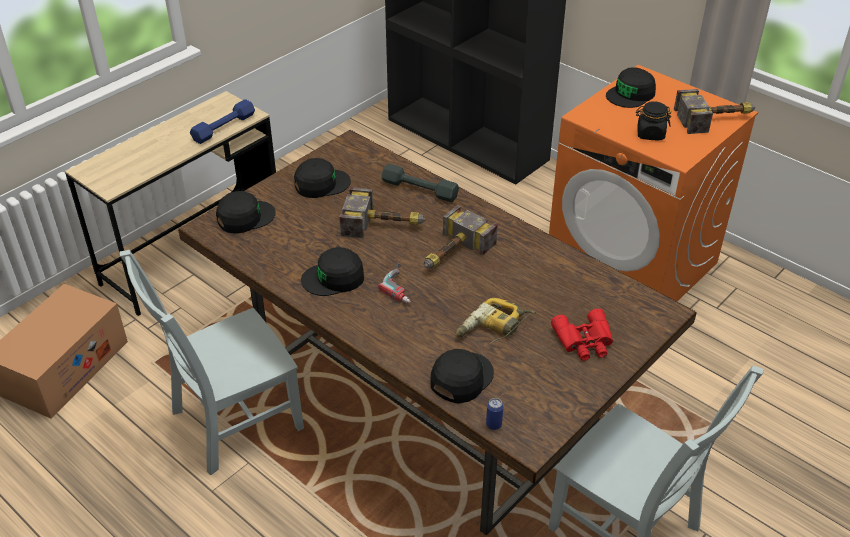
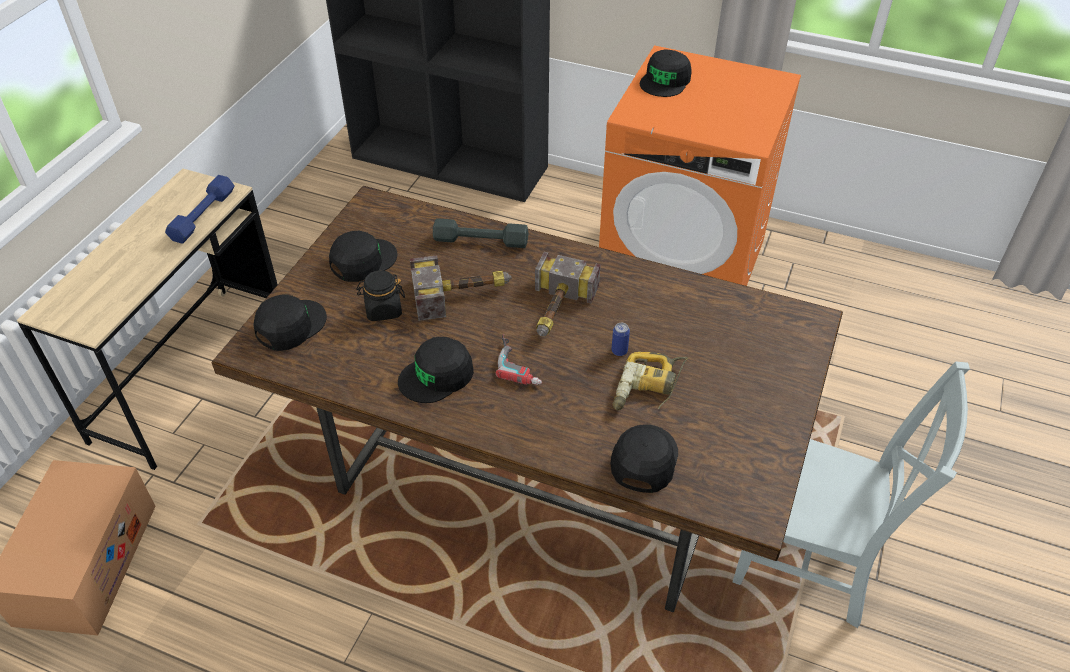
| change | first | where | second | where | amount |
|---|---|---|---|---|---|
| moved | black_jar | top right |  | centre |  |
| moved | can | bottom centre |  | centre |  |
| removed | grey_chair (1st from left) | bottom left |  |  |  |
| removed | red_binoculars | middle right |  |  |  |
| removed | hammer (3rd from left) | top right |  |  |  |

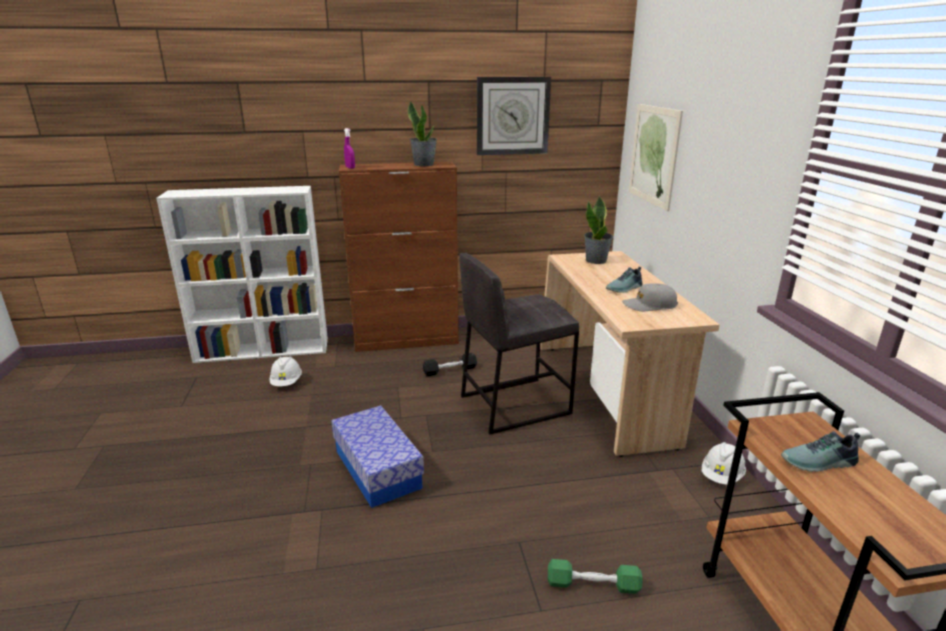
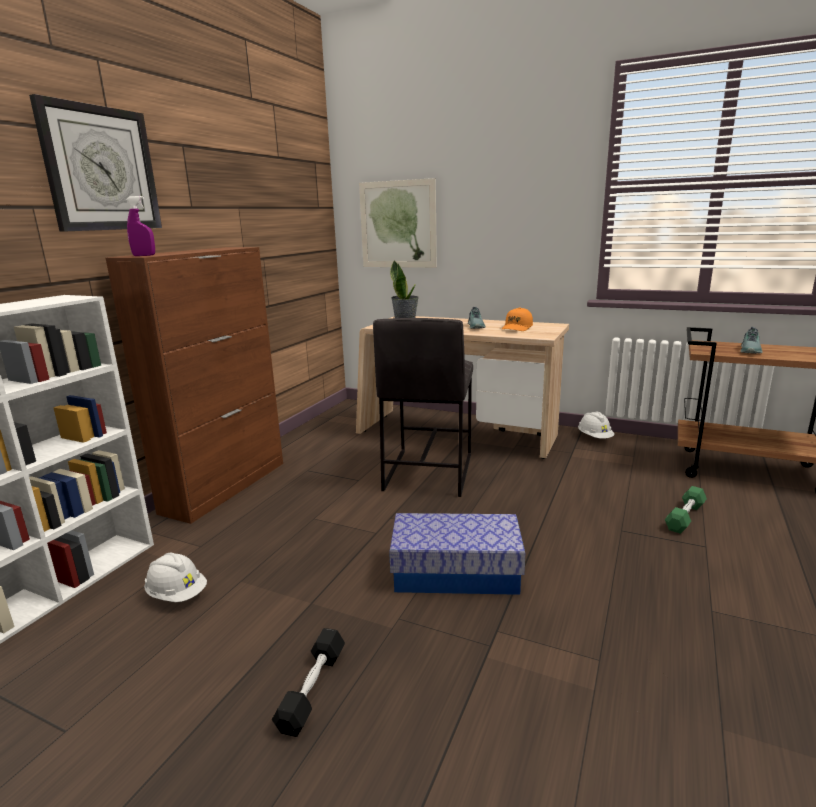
| change | first | where | second | where | amount |
|---|---|---|---|---|---|
| moved | wall_clock | top centre |  | top left |  |
| moved | black_dumbbell | centre |  | bottom centre |  |
| recoloured | grey_cap | middle right | orange_cap | centre |  |
| removed | potted_plant (1st from left) | top centre |  |  |  |

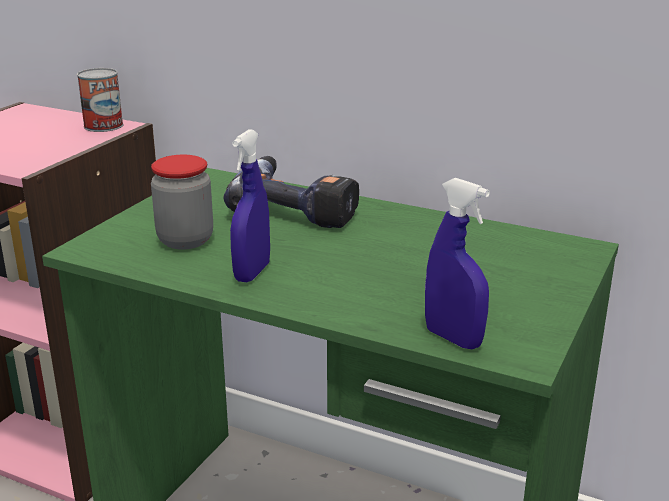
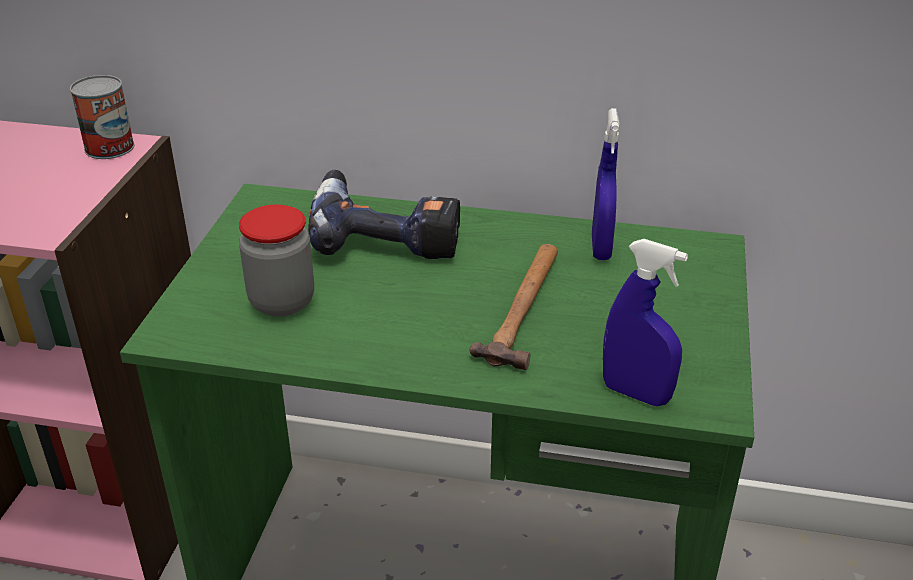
| change | first | where | second | where | amount |
|---|---|---|---|---|---|
| added |  |  | hammer | centre |  |
| moved | blue_spray_bottle (1st from left) | centre |  | top centre |  |

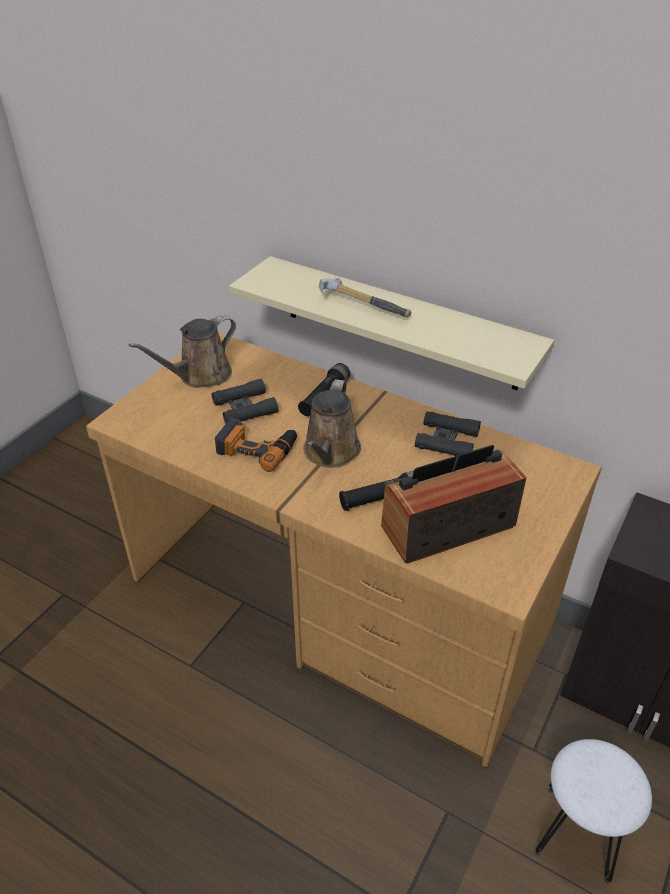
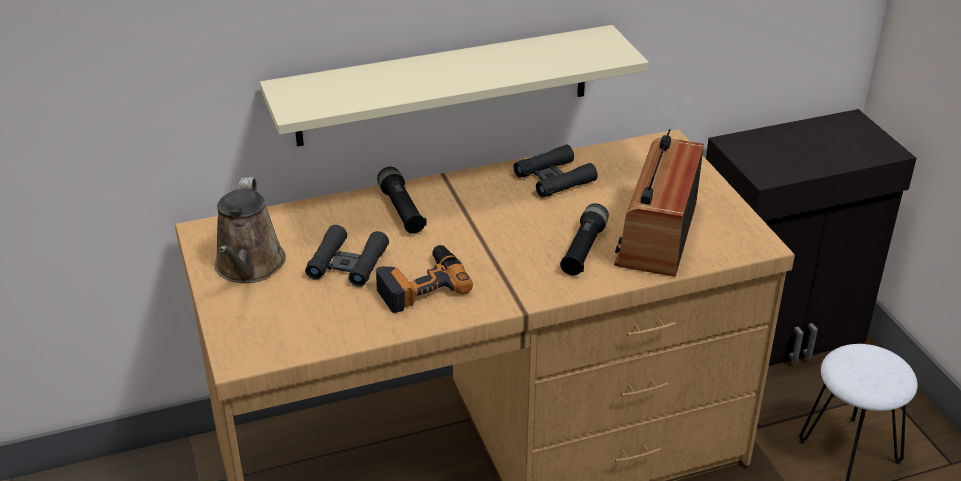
| change | first | where | second | where | amount |
|---|---|---|---|---|---|
| removed | brown_watering_can (2nd from left) | centre |  |  |  |
| removed | hammer | top centre |  |  |  |

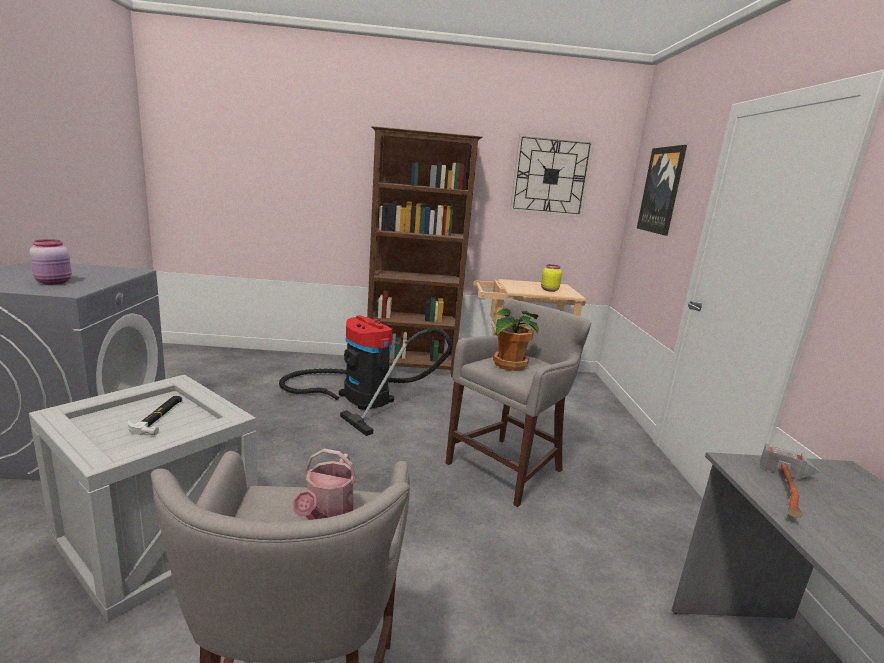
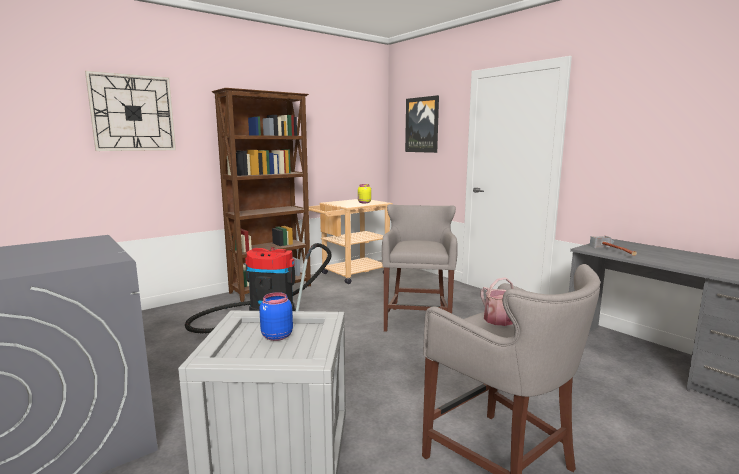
| change | first | where | second | where | amount |
|---|---|---|---|---|---|
| moved | wall_clock | top centre |  | top left |  |
| replaced | hammer (1st from left) | middle left | blue_jar | bottom centre |  |
| removed | pink_jar | middle left |  |  |  |
| removed | potted_plant | centre |  |  |  |

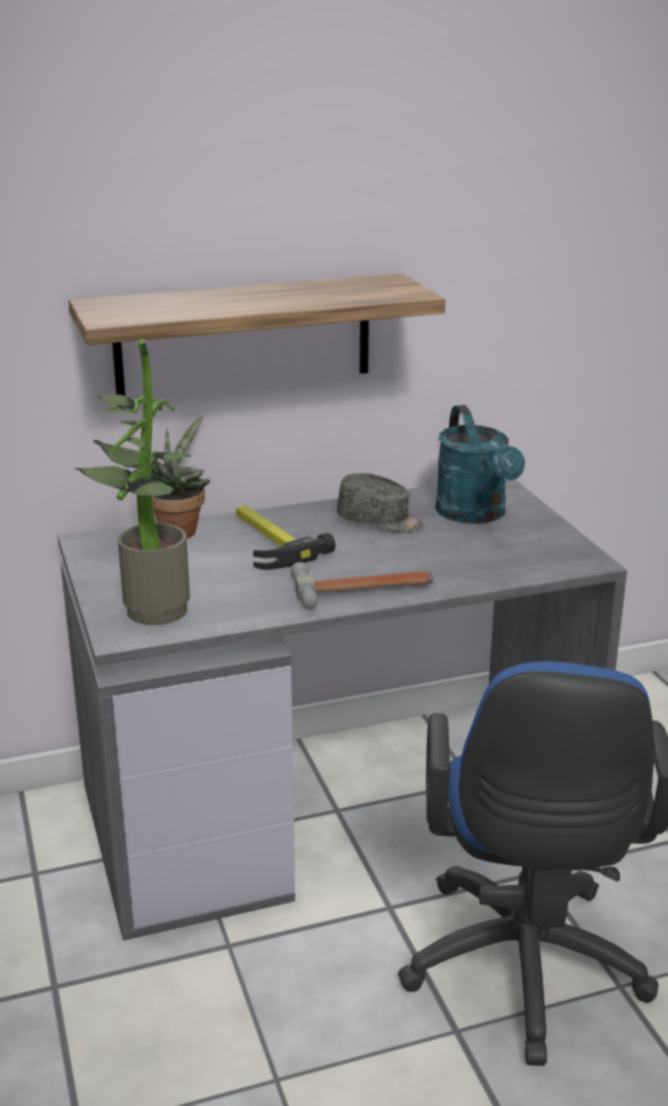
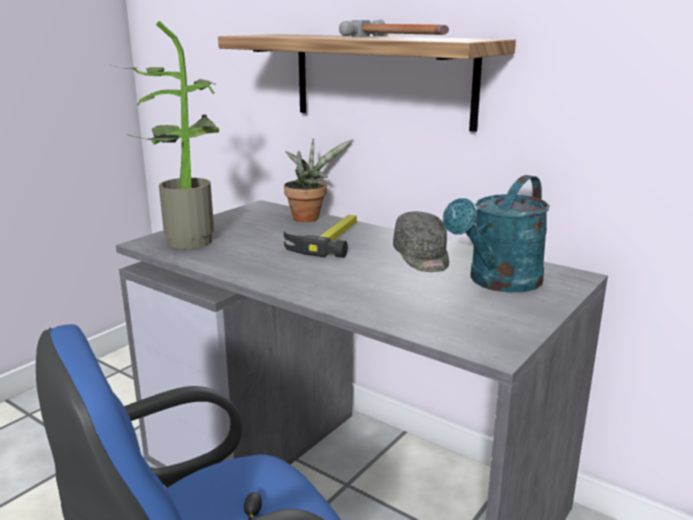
| change | first | where | second | where | amount |
|---|---|---|---|---|---|
| moved | hammer (2nd from left) | centre |  | top centre |  |

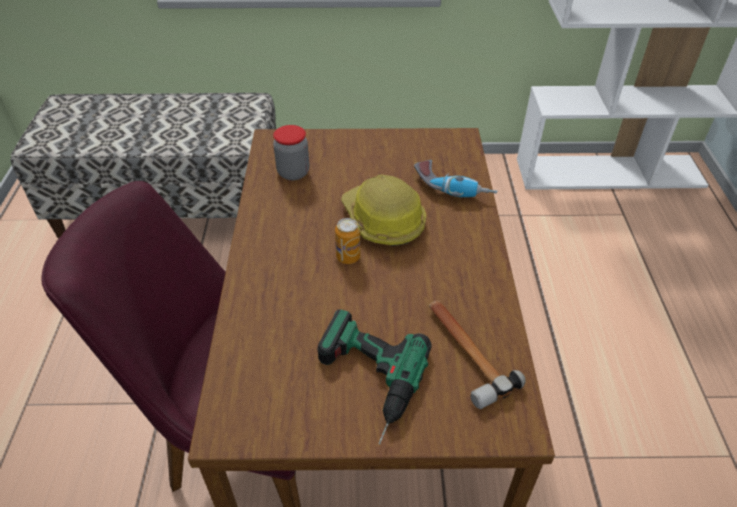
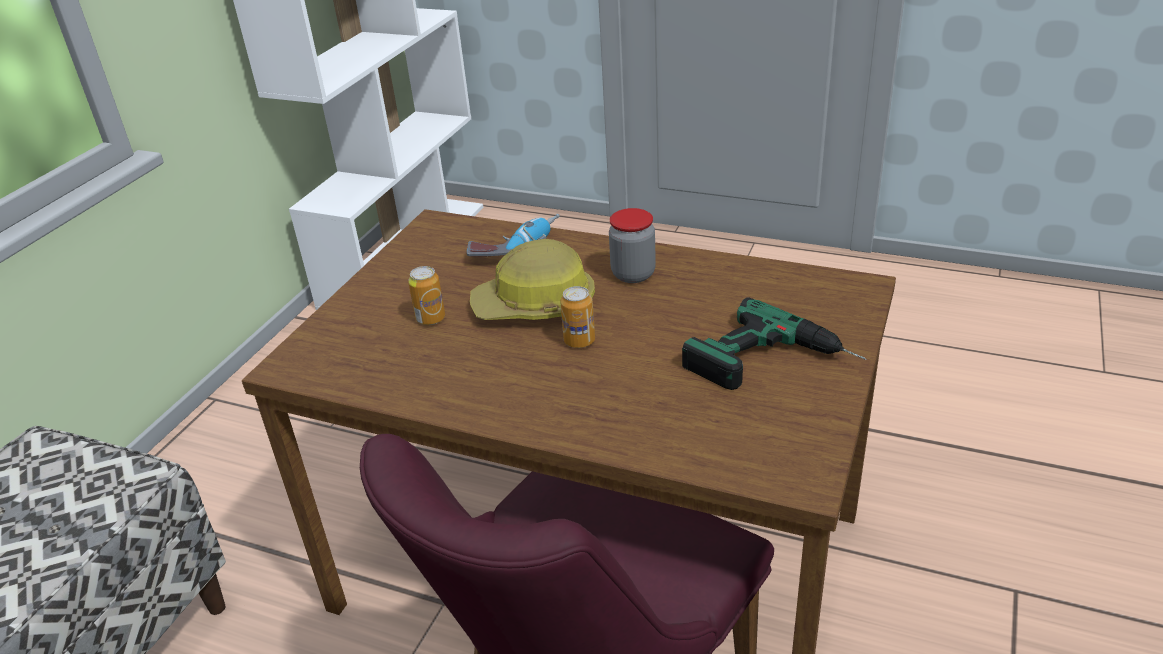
| change | first | where | second | where | amount |
|---|---|---|---|---|---|
| added |  |  | can (1st from left) | centre |  |
| moved | jar | top centre |  | centre |  |
| removed | hammer | bottom centre |  |  |  |

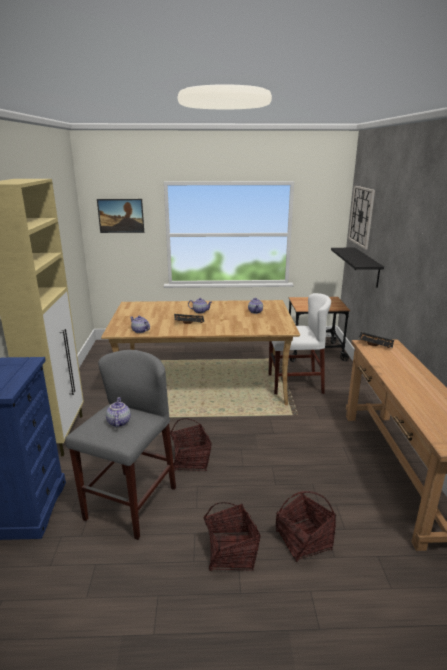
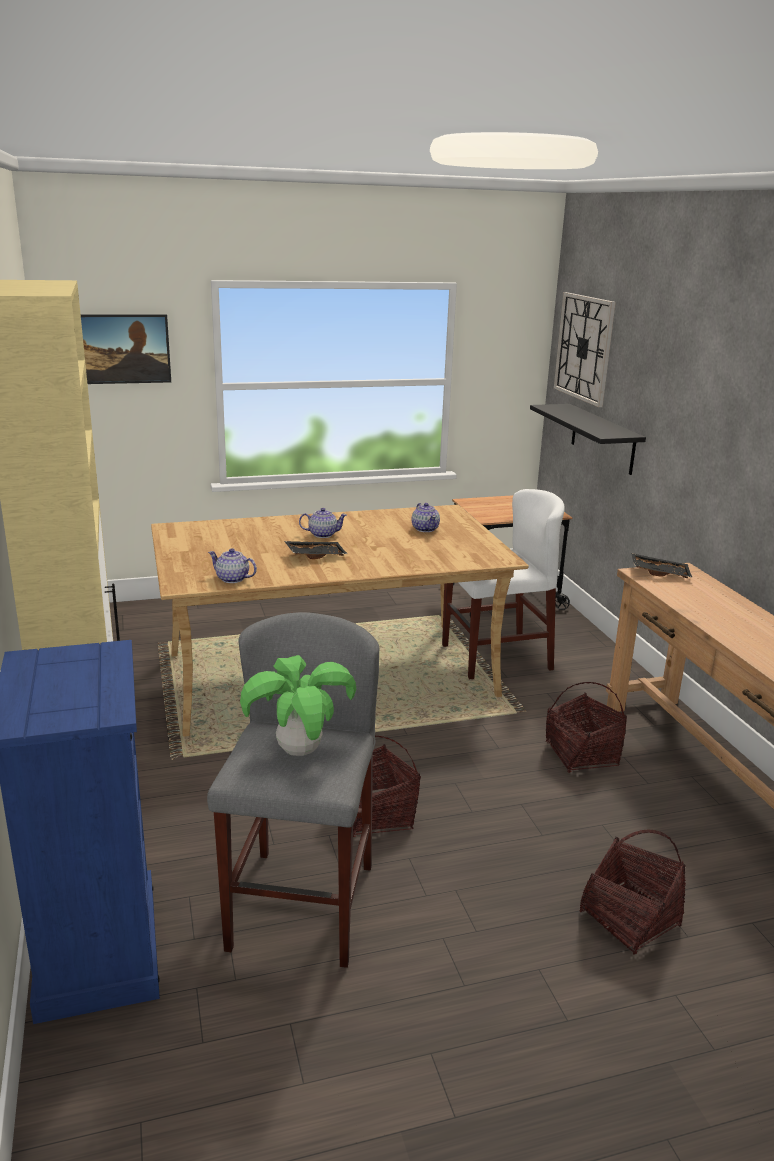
| change | first | where | second | where | amount |
|---|---|---|---|---|---|
| replaced | teapot (1st from left) | middle left | potted_plant | centre |  |
| moved | basket (2nd from left) | bottom centre |  | middle right |  |

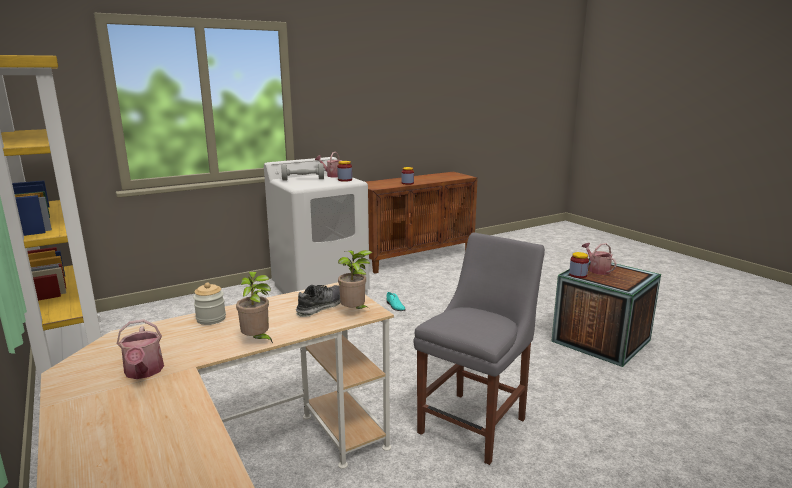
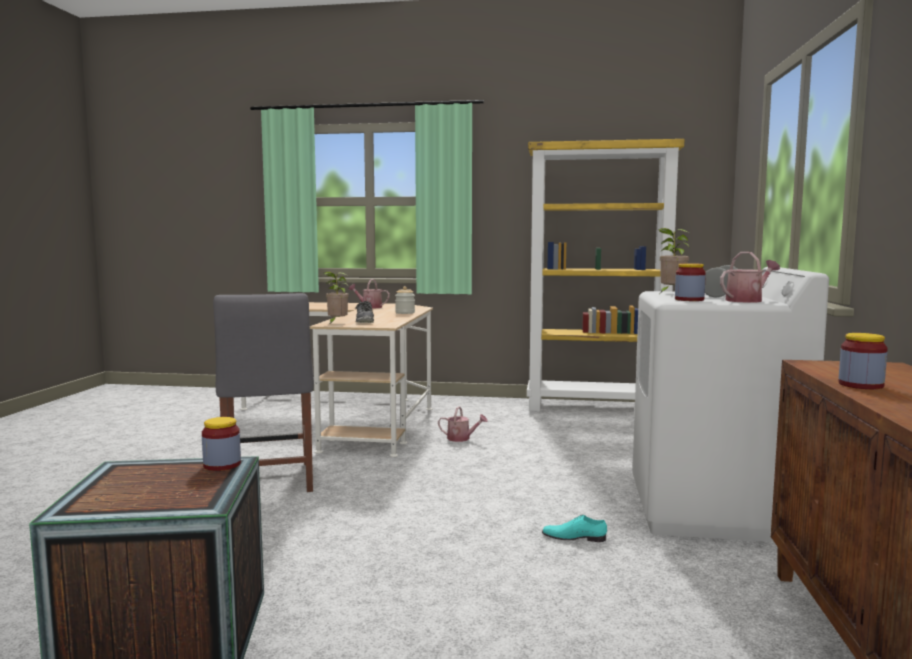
| change | first | where | second | where | amount |
|---|---|---|---|---|---|
| moved | watering_can (3rd from left in the first image) | middle right | watering_can (2nd from left) | centre |  |
| moved | potted_plant (1st from left in the first image) | middle left | potted_plant (2nd from left) | middle right |  |

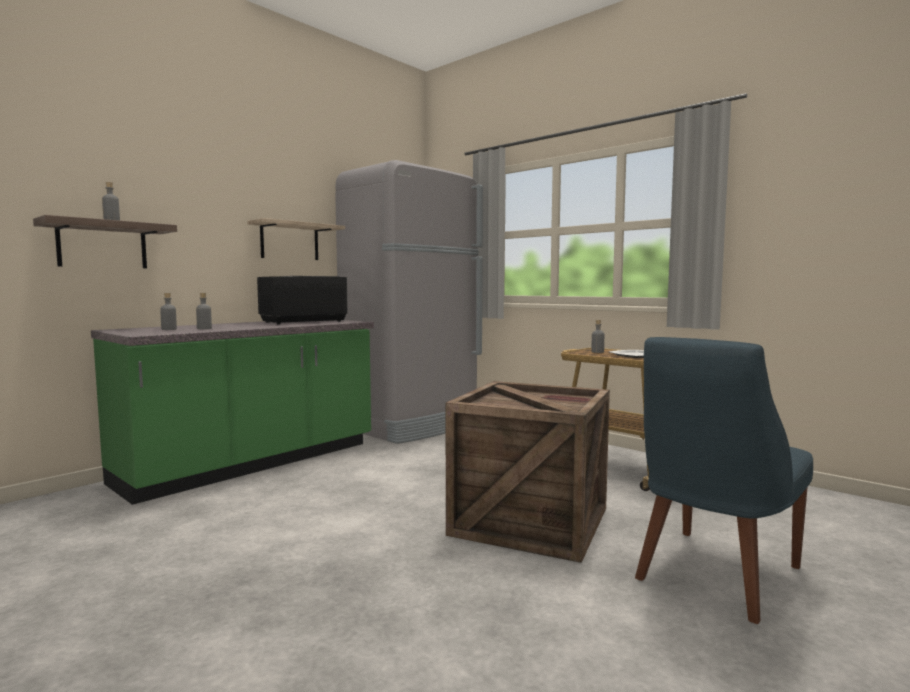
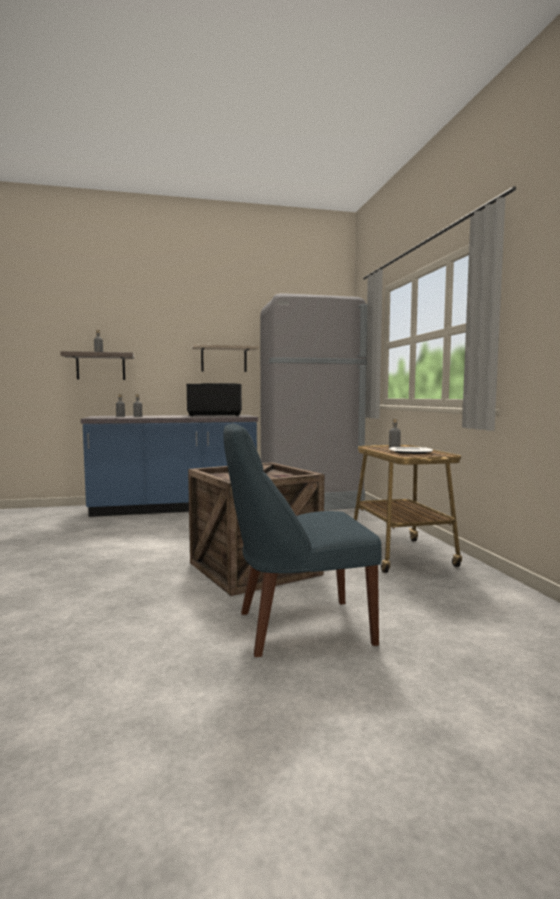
| change | first | where | second | where | amount |
|---|---|---|---|---|---|
| recoloured | green_counter | middle left | blue_counter | middle left |  |

